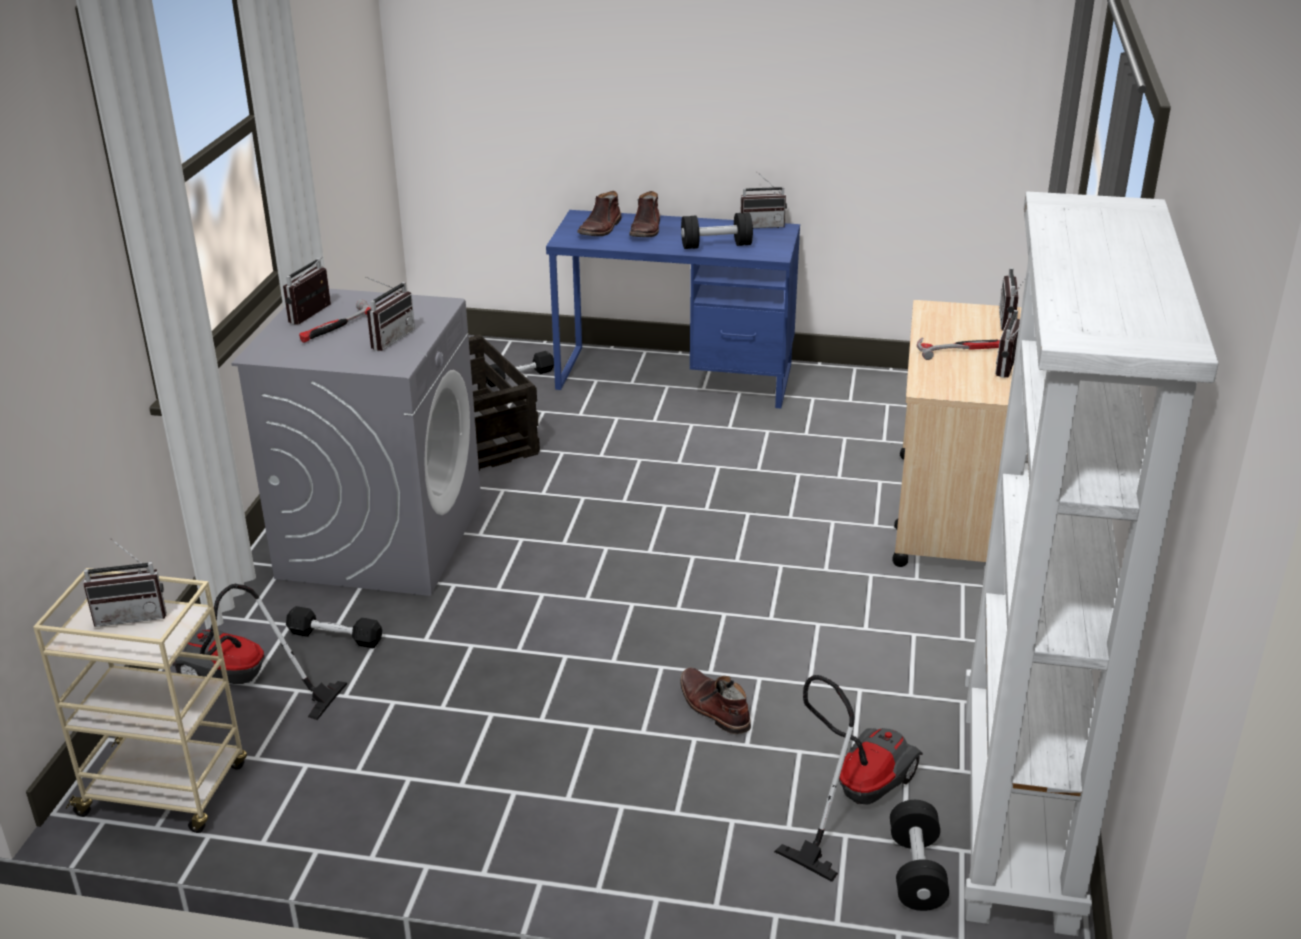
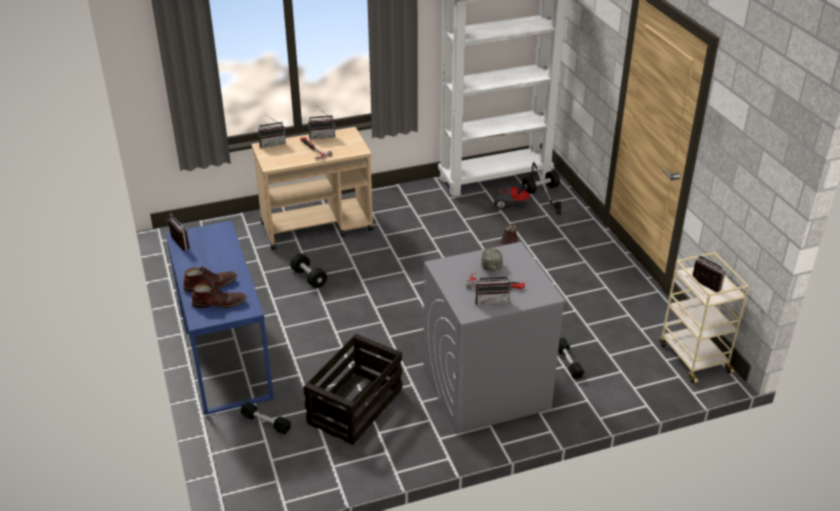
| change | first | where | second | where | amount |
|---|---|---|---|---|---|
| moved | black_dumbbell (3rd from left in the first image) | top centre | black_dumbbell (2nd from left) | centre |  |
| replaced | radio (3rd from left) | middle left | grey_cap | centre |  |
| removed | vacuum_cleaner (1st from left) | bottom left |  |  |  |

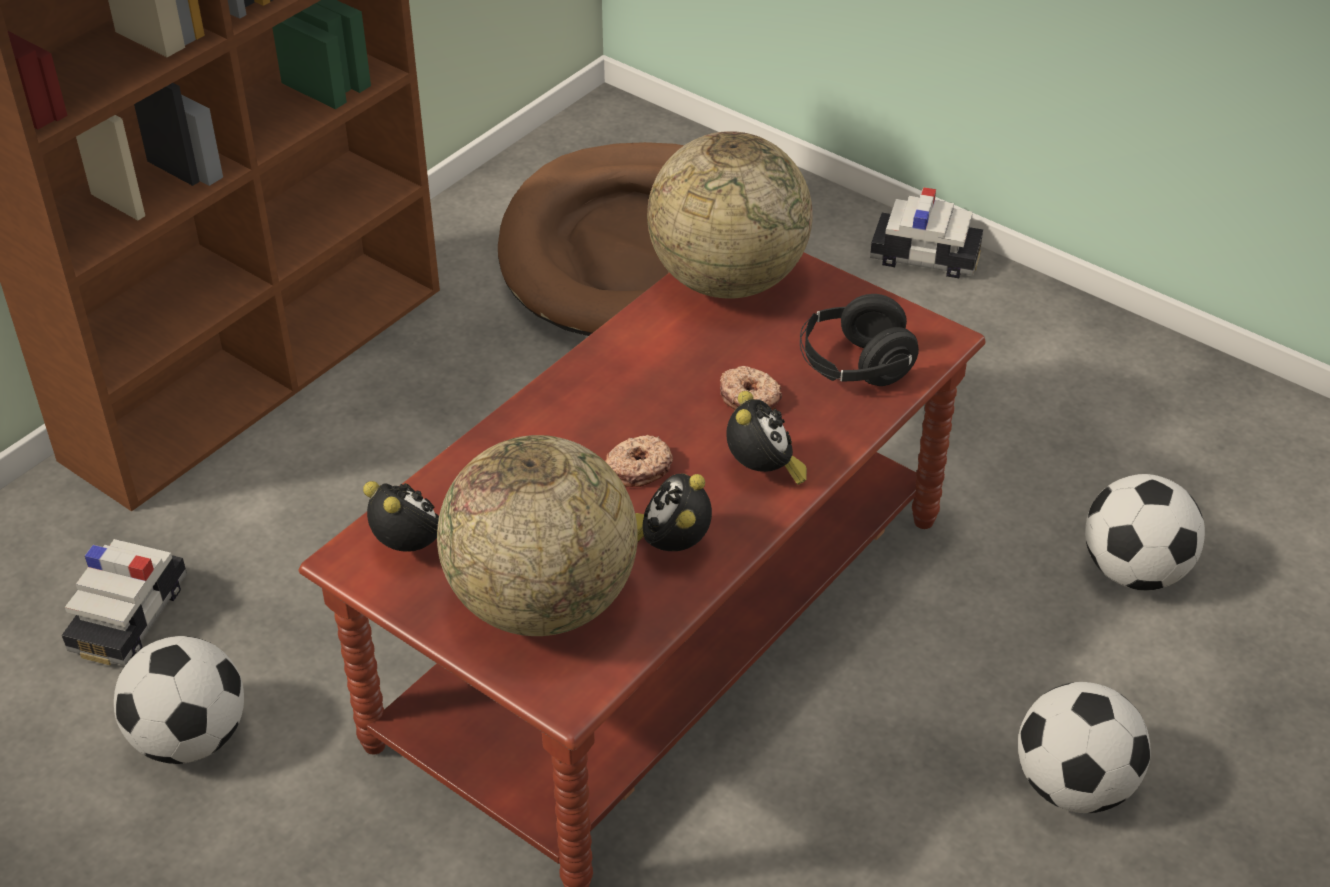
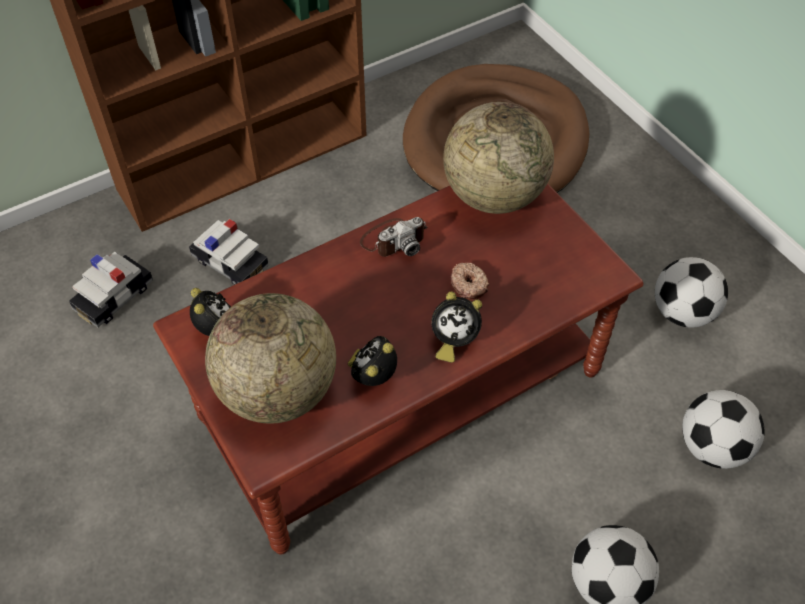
| change | first | where | second | where | amount |
|---|---|---|---|---|---|
| moved | toy_car (2nd from left) | top right |  | middle left |  |
| added |  |  | photo_camera | centre |  |
| turned | alarm_clock (3rd from left) | centre |  | centre | 75 degrees clockwise |
| moved | football (1st from left in the first image) | bottom left | football (2nd from left) | middle right |  |
| removed | donut (1st from left) | centre |  |  |  |
| removed | black_headphones | centre |  |  |  |

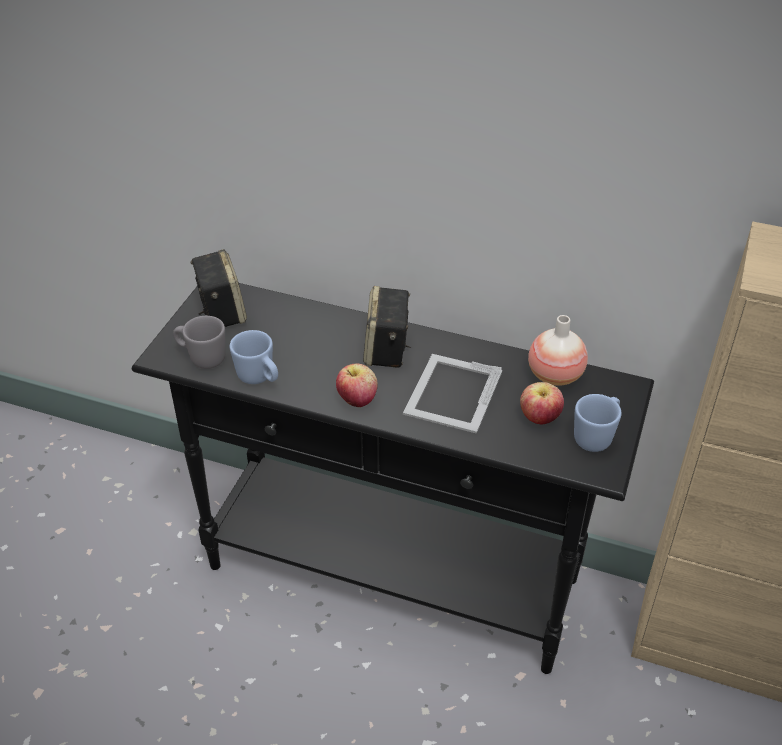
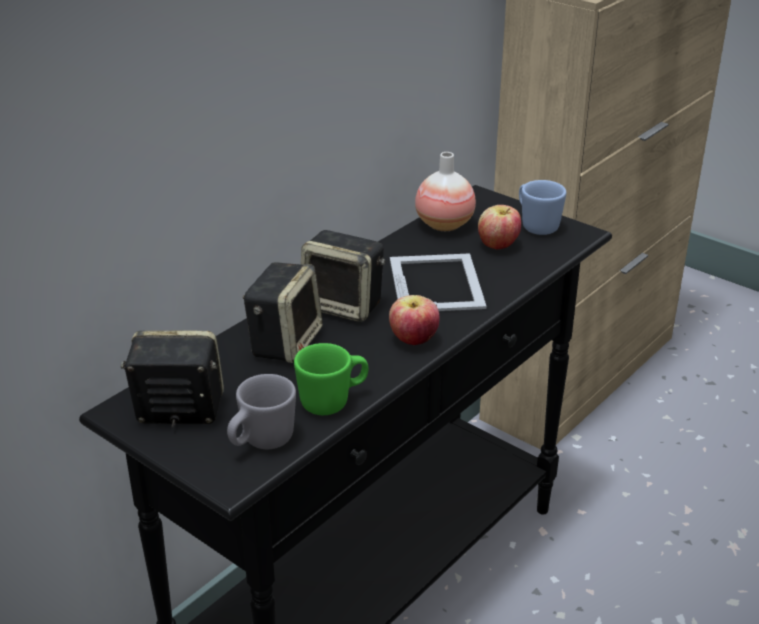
| change | first | where | second | where | amount |
|---|---|---|---|---|---|
| added |  |  | speaker (2nd from left) | centre |  |
| recoloured | blue_mug (1st from left) | middle left | green_mug | centre |  |
| turned | picture_frame | centre |  | centre | 135 degrees counterclockwise |

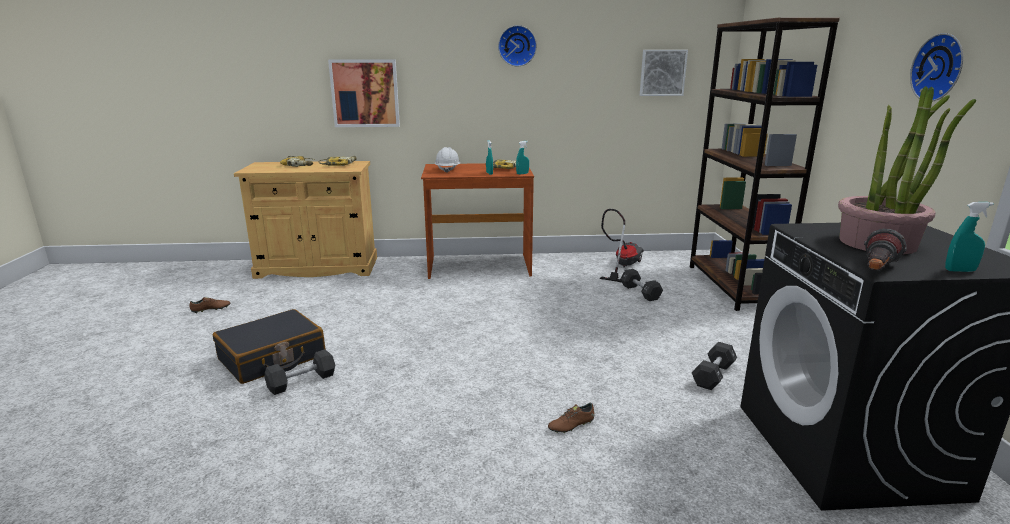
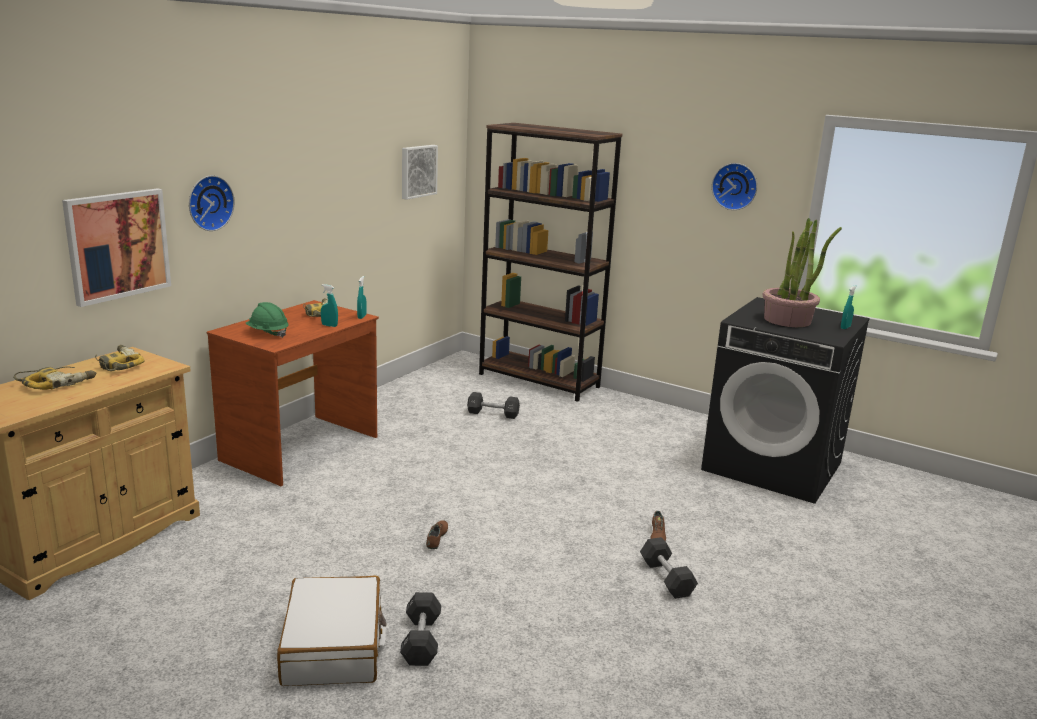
| change | first | where | second | where | amount |
|---|---|---|---|---|---|
| moved | wall_clock (1st from left) | top centre |  | top left |  |
| recoloured | white_hard_hat | top centre | green_hard_hat | middle left |  |
| recoloured | black_suitcase | middle left | white_suitcase | bottom left |  |
| moved | brown_shoe (1st from left) | middle left |  | bottom centre |  |
| moved | black_dumbbell (3rd from left) | bottom right |  | bottom centre |  |
| removed | vacuum_cleaner | centre |  |  |  |
| removed | flashlight | middle right |  |  |  |

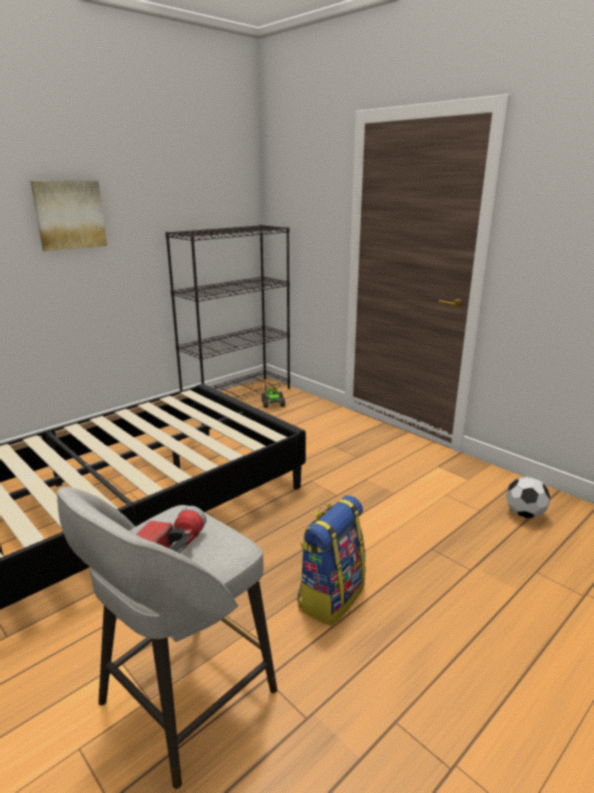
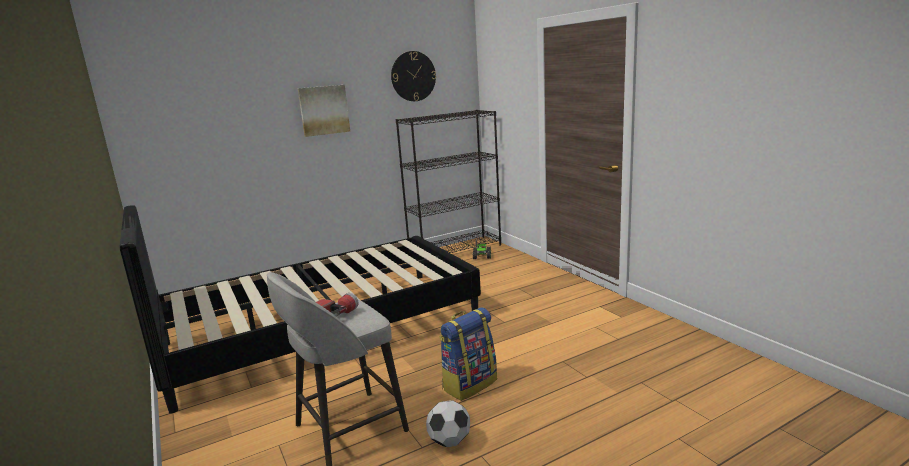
| change | first | where | second | where | amount |
|---|---|---|---|---|---|
| added |  |  | wall_clock | top centre |  |
| moved | football | middle right |  | bottom centre |  |

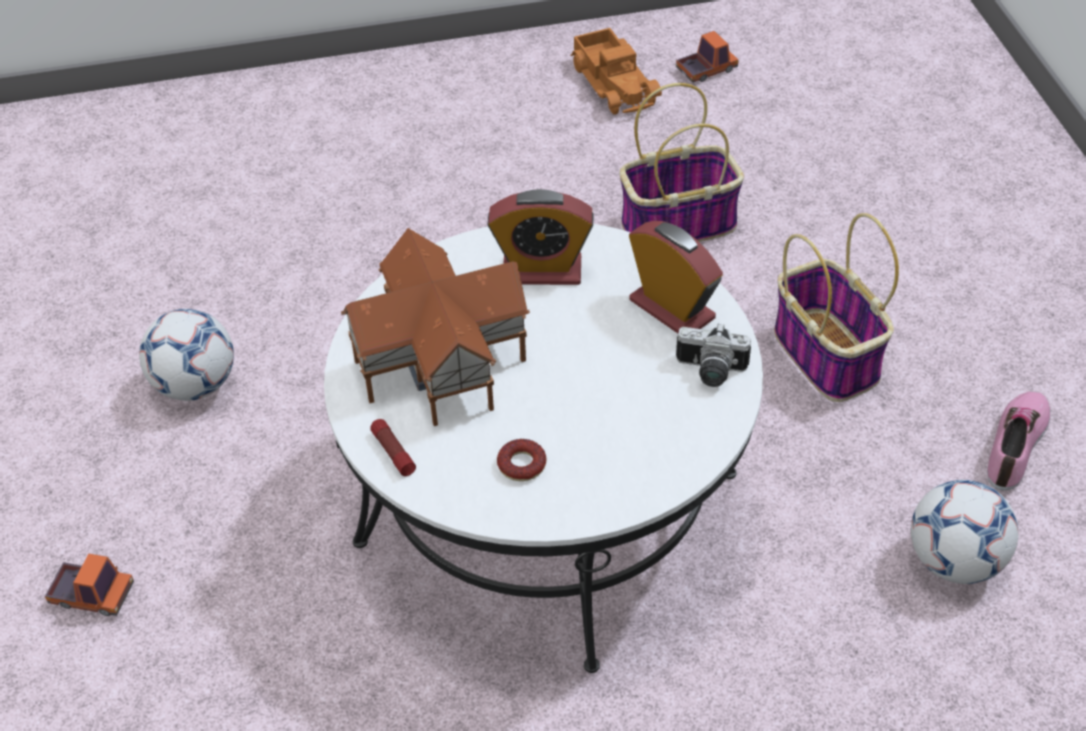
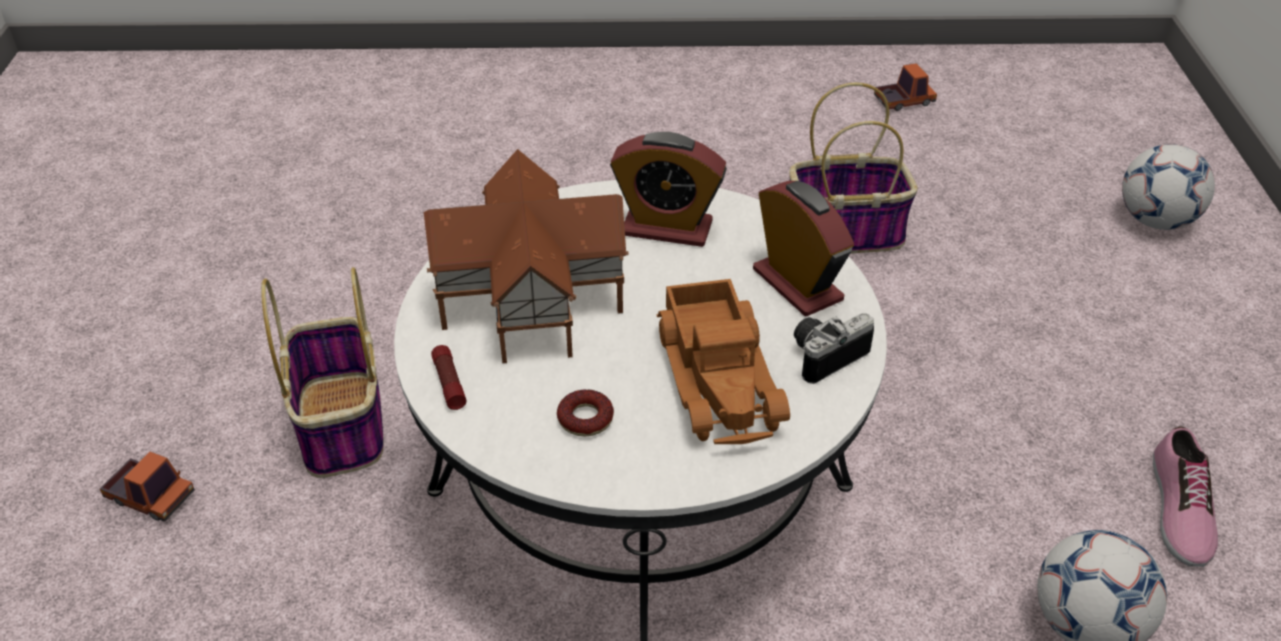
| change | first | where | second | where | amount |
|---|---|---|---|---|---|
| moved | basket (2nd from left in the first image) | middle right | basket (1st from left) | middle left |  |
| moved | toy_truck (2nd from left) | top centre |  | centre |  |
| turned | photo_camera | centre |  | centre | 120 degrees clockwise |
| moved | football (1st from left in the first image) | middle left | football (2nd from left) | top right |  |
| turned | shoe | middle right |  | bottom right | 150 degrees clockwise |

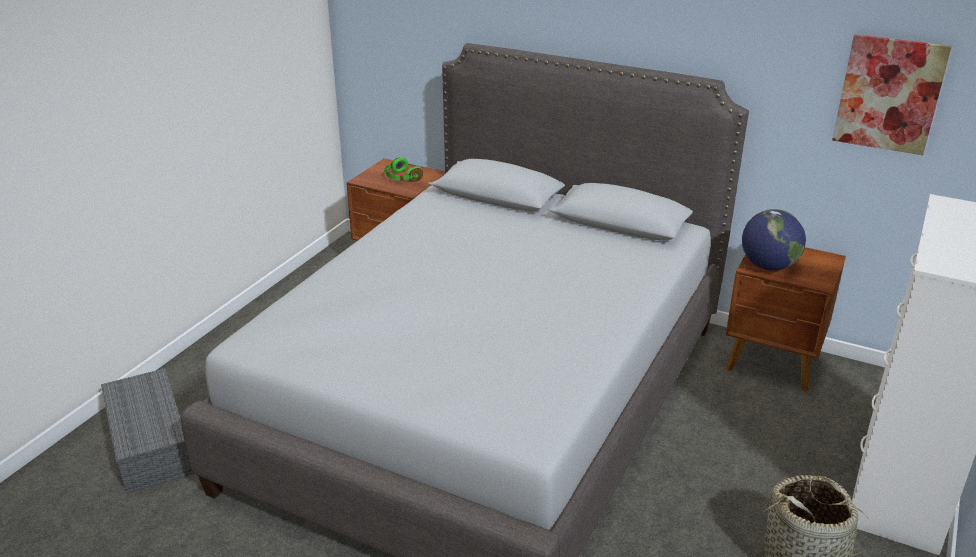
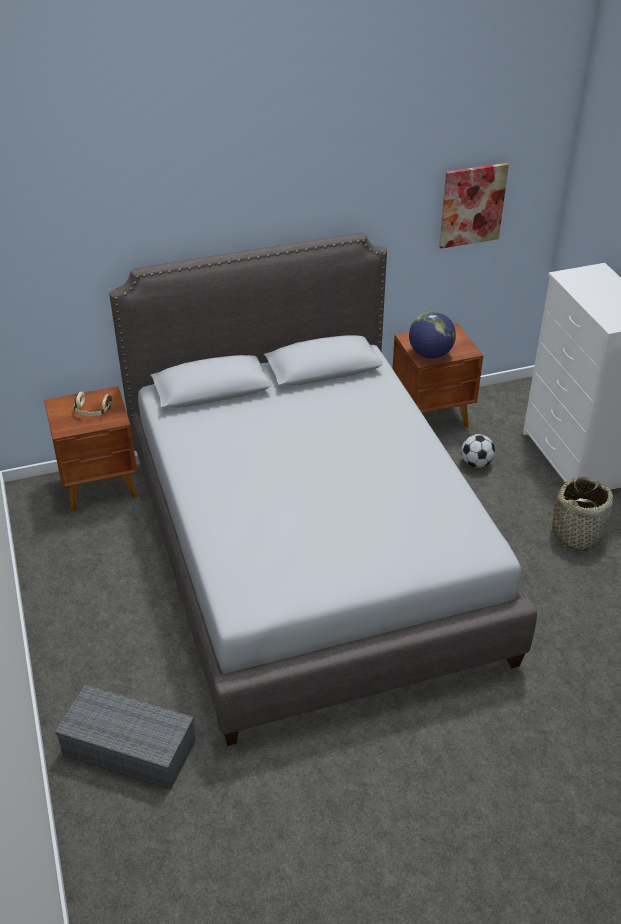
| change | first | where | second | where | amount |
|---|---|---|---|---|---|
| recoloured | green_headphones | top centre | beige_headphones | middle left |  |
| added |  |  | football | middle right |  |

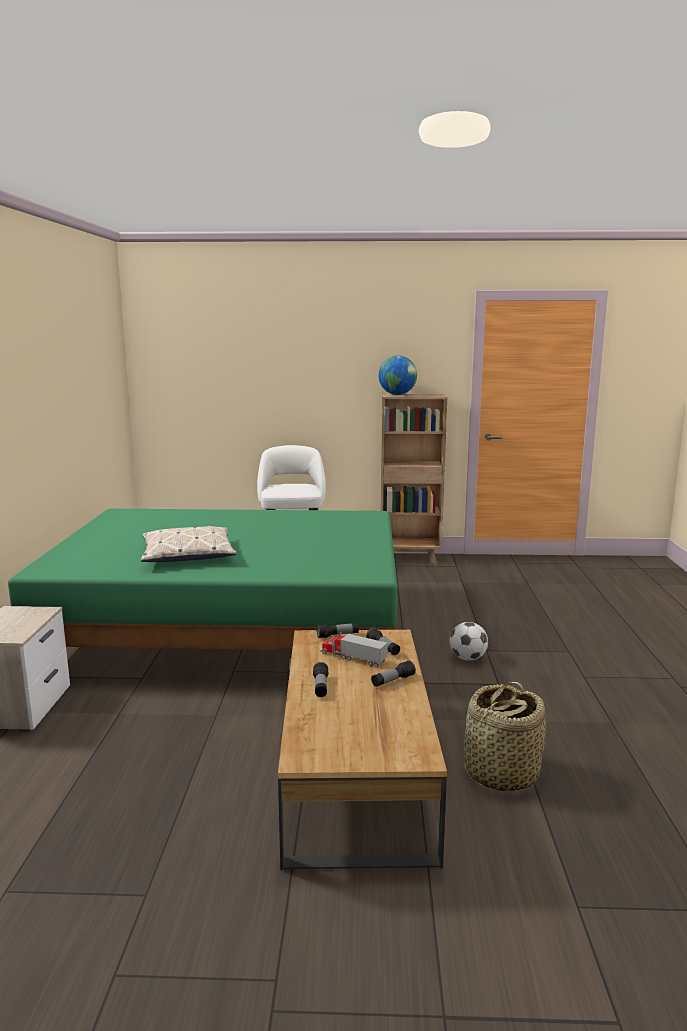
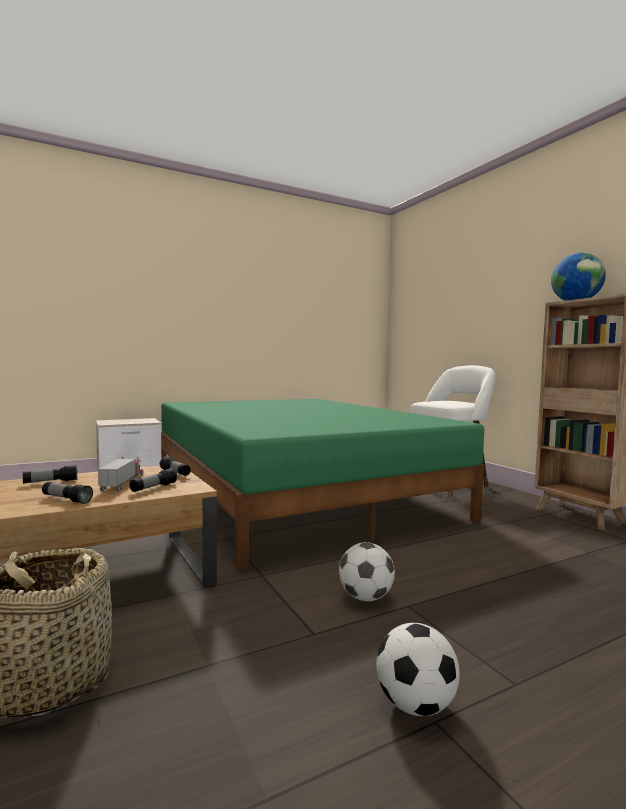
| change | first | where | second | where | amount |
|---|---|---|---|---|---|
| added |  |  | football (2nd from left) | bottom right |  |
| removed | pillow | middle left |  |  |  |

